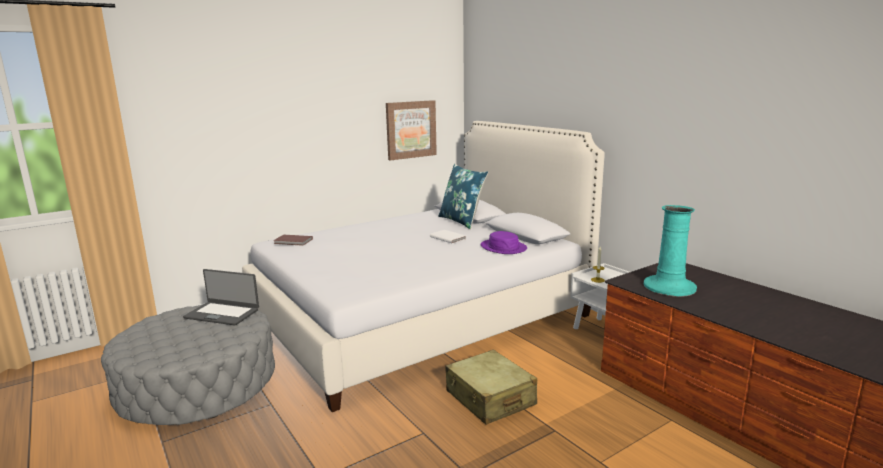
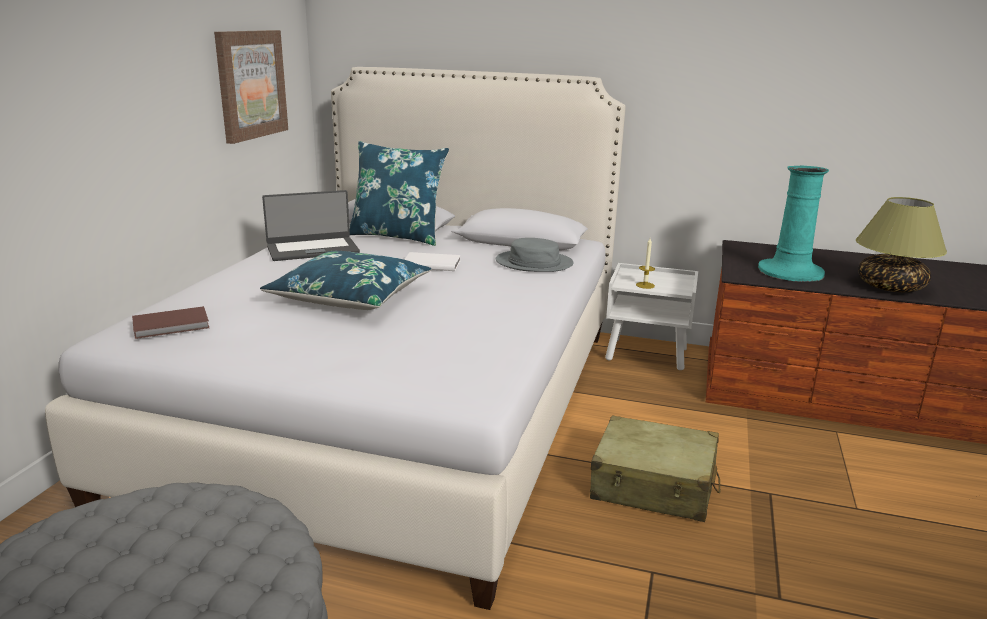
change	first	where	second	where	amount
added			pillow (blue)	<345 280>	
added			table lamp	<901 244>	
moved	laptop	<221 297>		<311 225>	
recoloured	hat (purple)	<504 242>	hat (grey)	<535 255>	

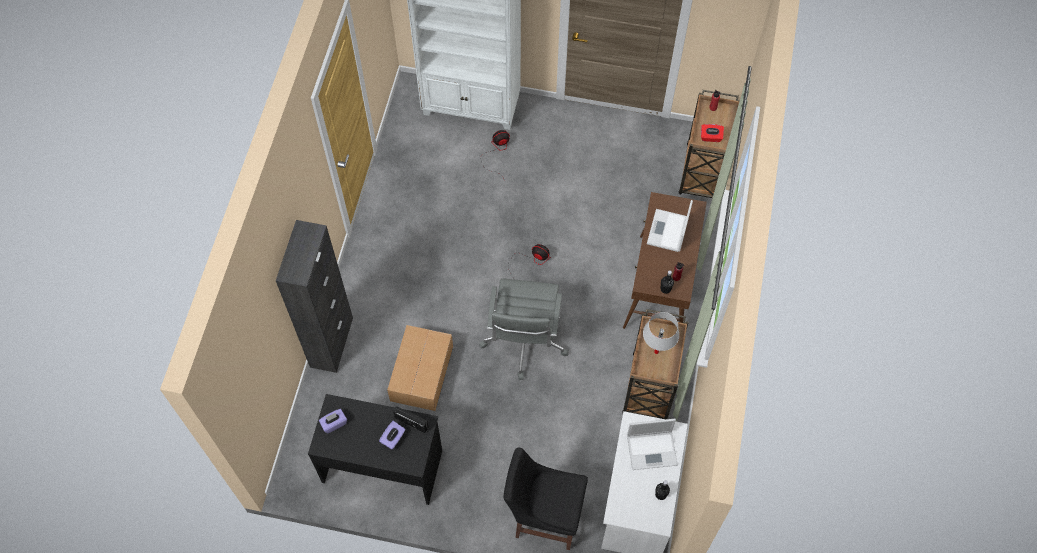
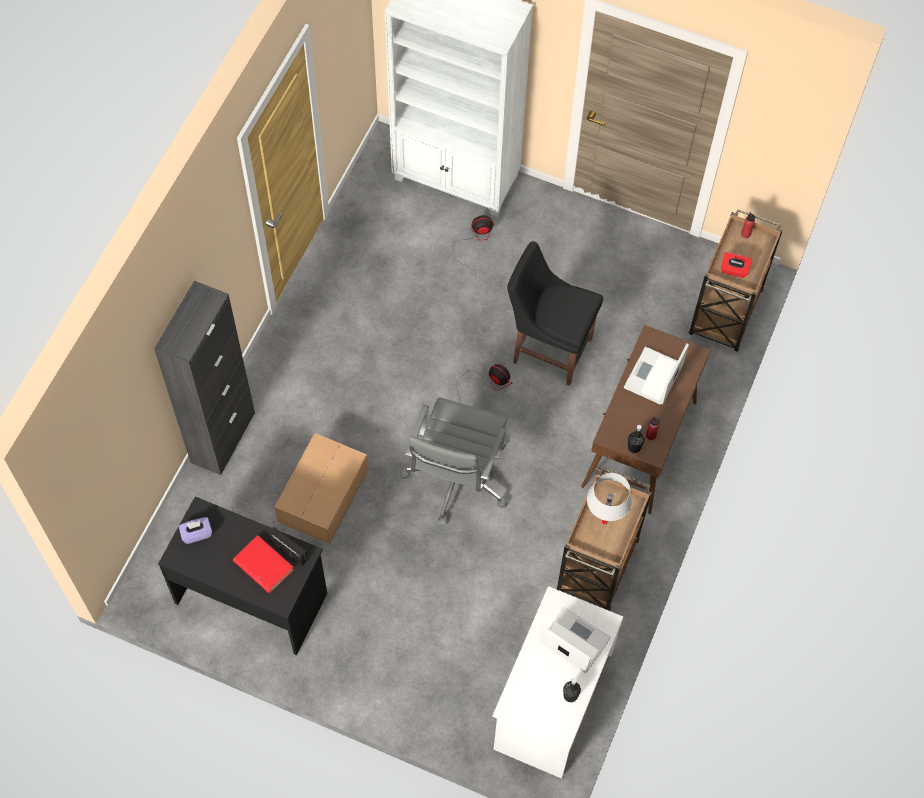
change	first	where	second	where	amount
moved	chair (black)	<546 498>		<555 313>	
replaced	tissue box (purple)	<392 435>	book (red)	<263 564>	
turned	laptop	<652 444>		<575 640>	150 degrees counterclockwise

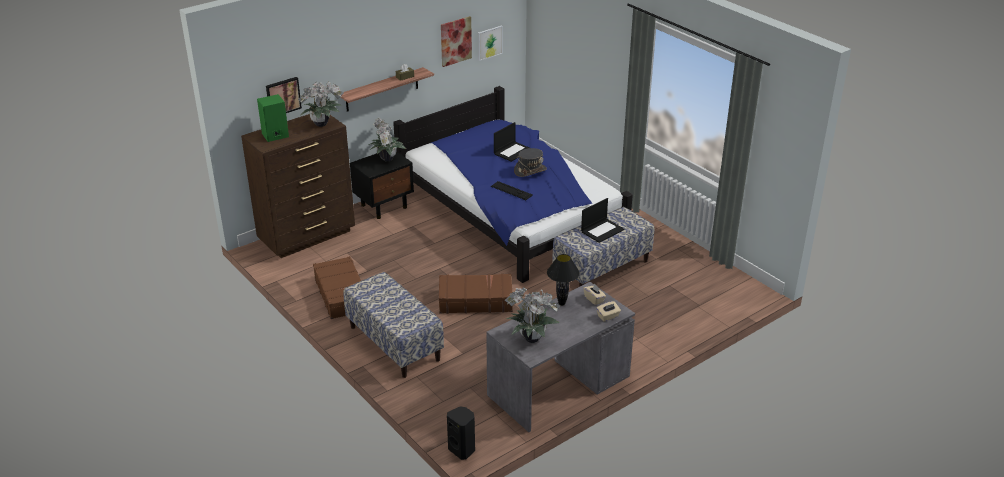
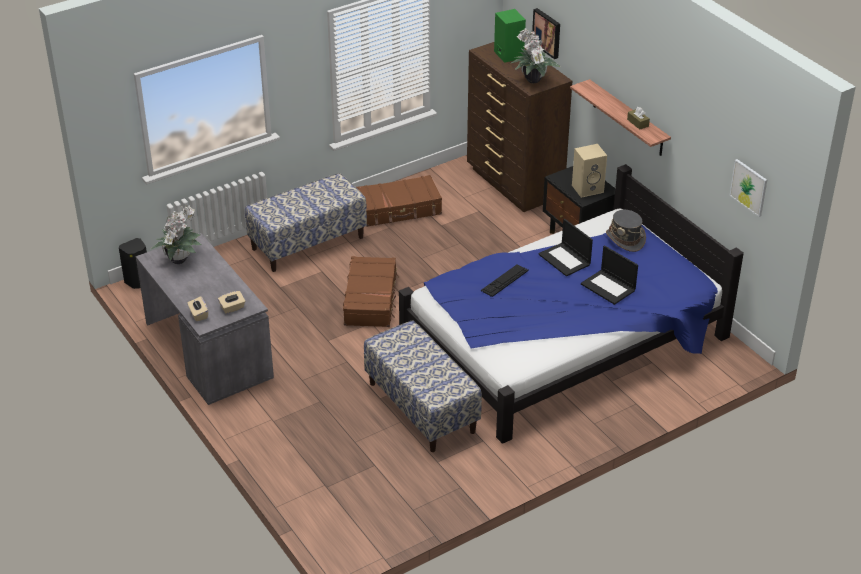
change	first	where	second	where	amount
removed	picture	<456 41>			
removed	table lamp (black)	<563 280>			
moved	hat (grey)	<530 162>		<626 231>	
moved	laptop	<602 220>		<566 247>	
replaced	potted plant	<387 140>	speaker (beige)	<589 171>	

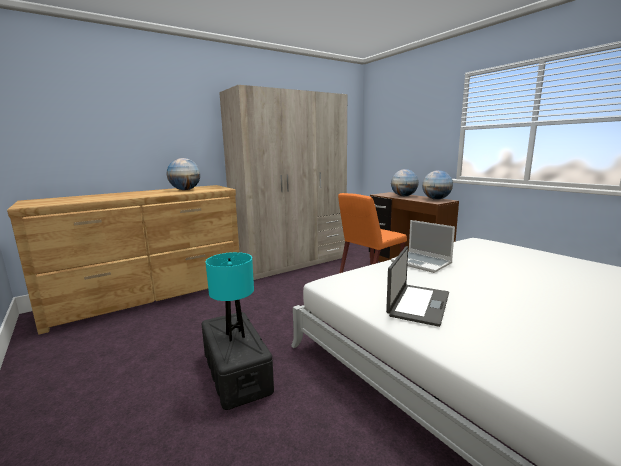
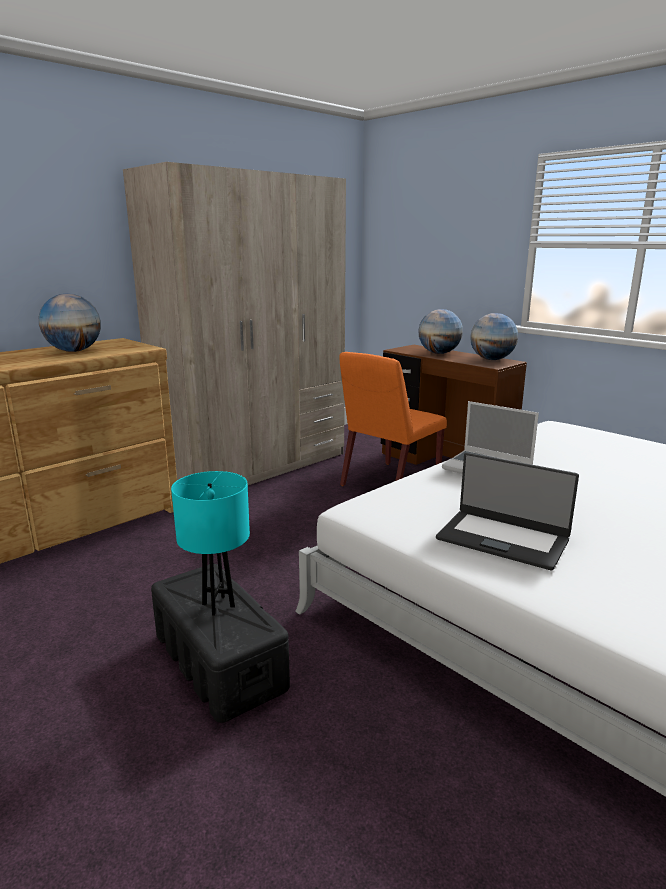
change	first	where	second	where	amount
turned	laptop	<417 286>		<507 511>	105 degrees clockwise

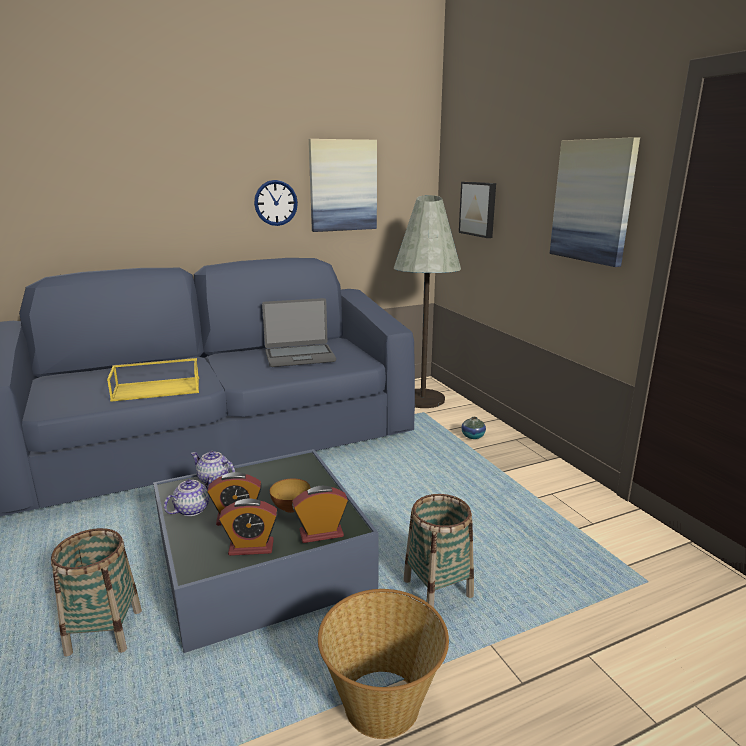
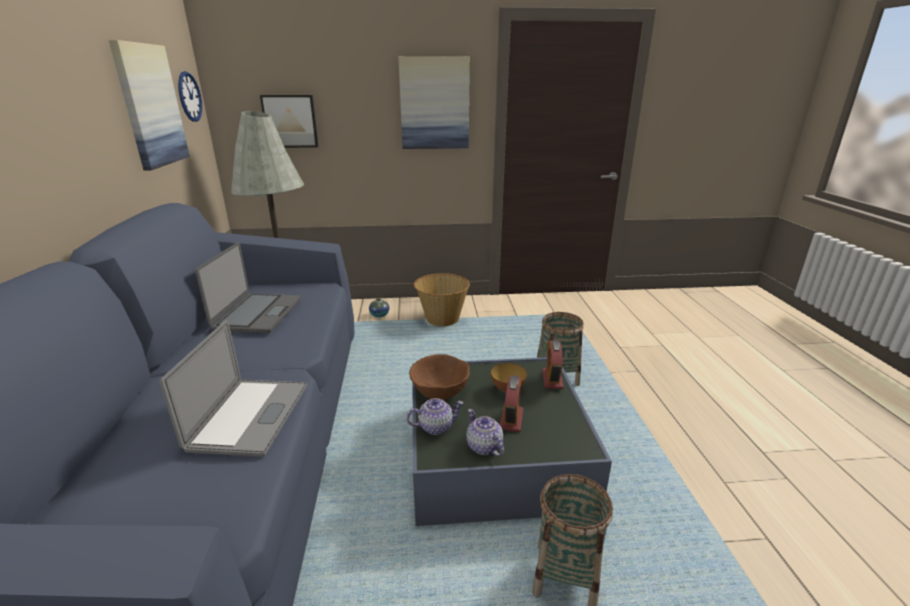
change	first	where	second	where	amount
removed	alarm clock	<248 527>			
added			bowl (brown)	<439 376>	
moved	wall clock	<276 203>		<190 96>	
moved	basket	<383 664>		<442 299>	
replaced	tray (yellow)	<153 380>	laptop	<233 388>	
turned	teapot	<213 467>		<435 416>	150 degrees counterclockwise

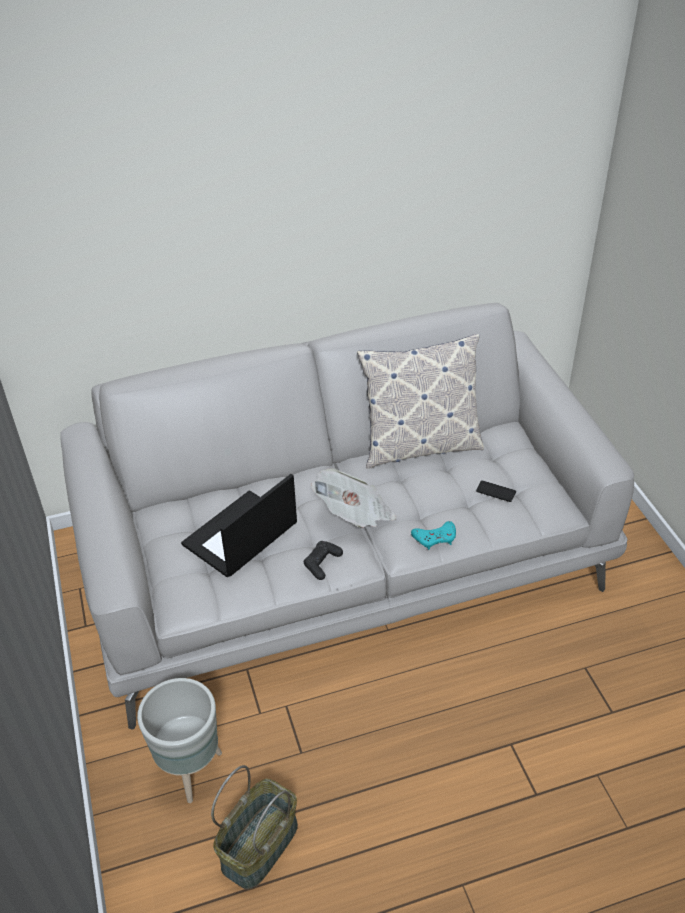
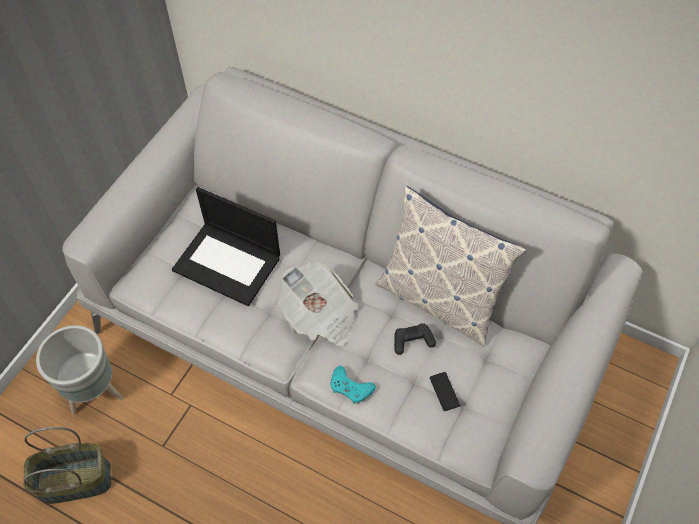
change	first	where	second	where	amount
moved	game controller (black)	<323 560>		<415 339>	
turned	laptop	<239 525>		<226 246>	150 degrees counterclockwise

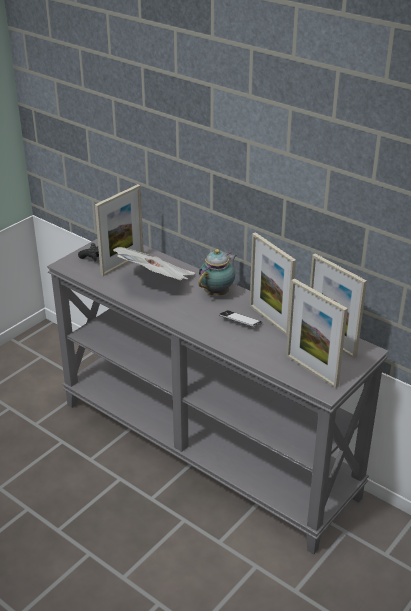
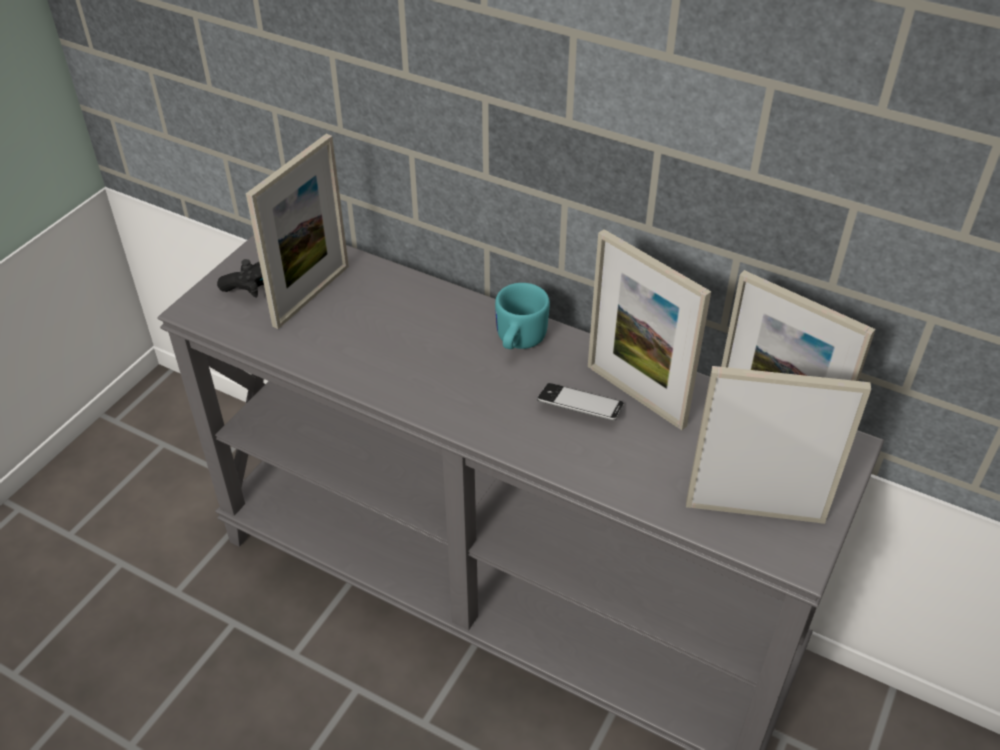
change	first	where	second	where	amount
removed	newspaper	<154 263>			
replaced	teapot	<218 272>	mug (turquoise)	<522 316>	
turned	picture frame	<317 333>		<778 445>	150 degrees clockwise

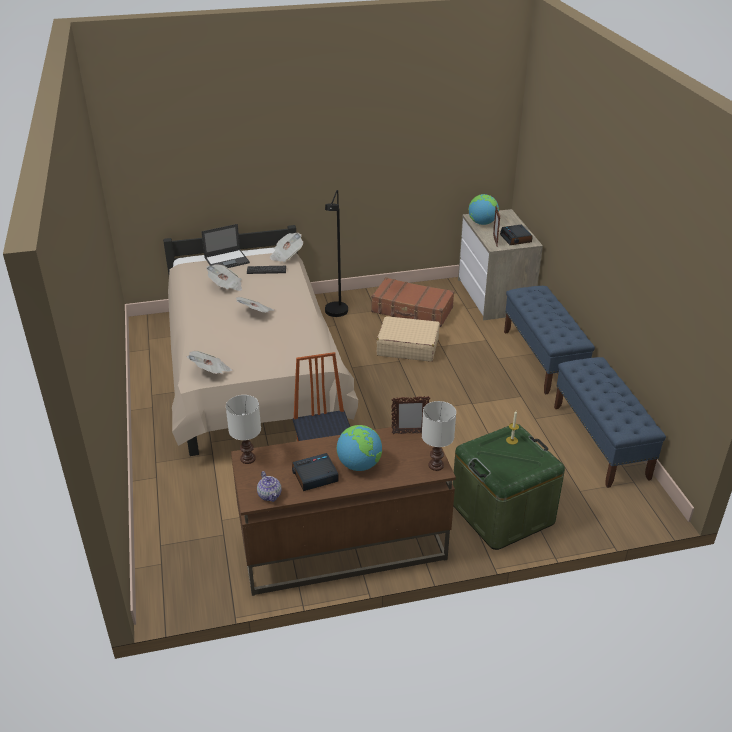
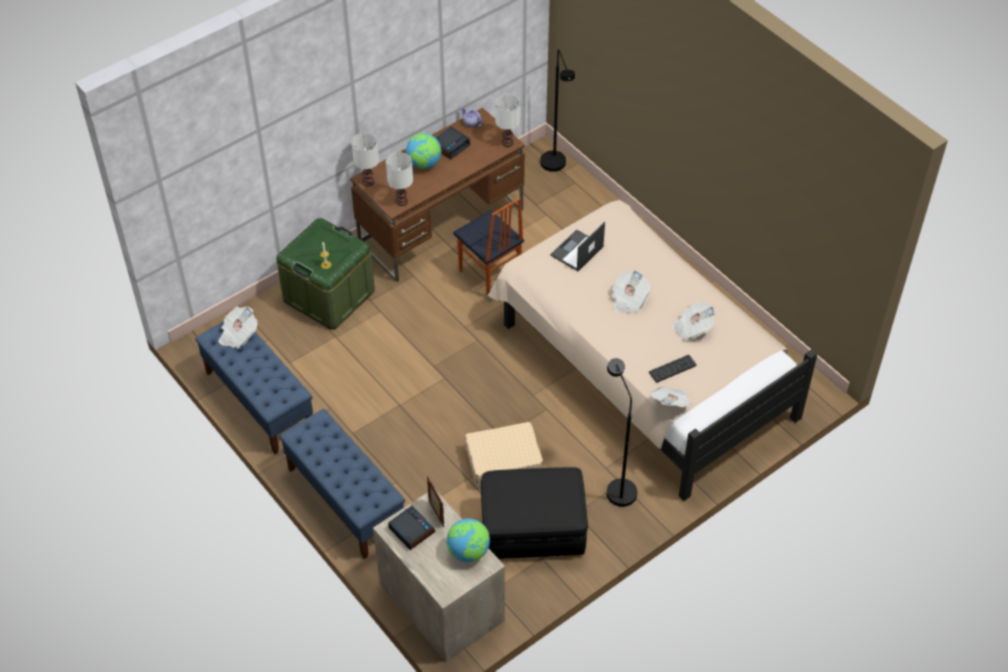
change	first	where	second	where	amount
added			floor lamp (black)	<557 110>	
moved	newspaper	<209 362>		<238 328>	
moved	laptop	<225 246>		<577 246>	
replaced	suitcase (brown)	<412 302>	ottoman (black)	<534 513>	
replaced	picture frame	<410 415>	table lamp (white)	<399 179>	

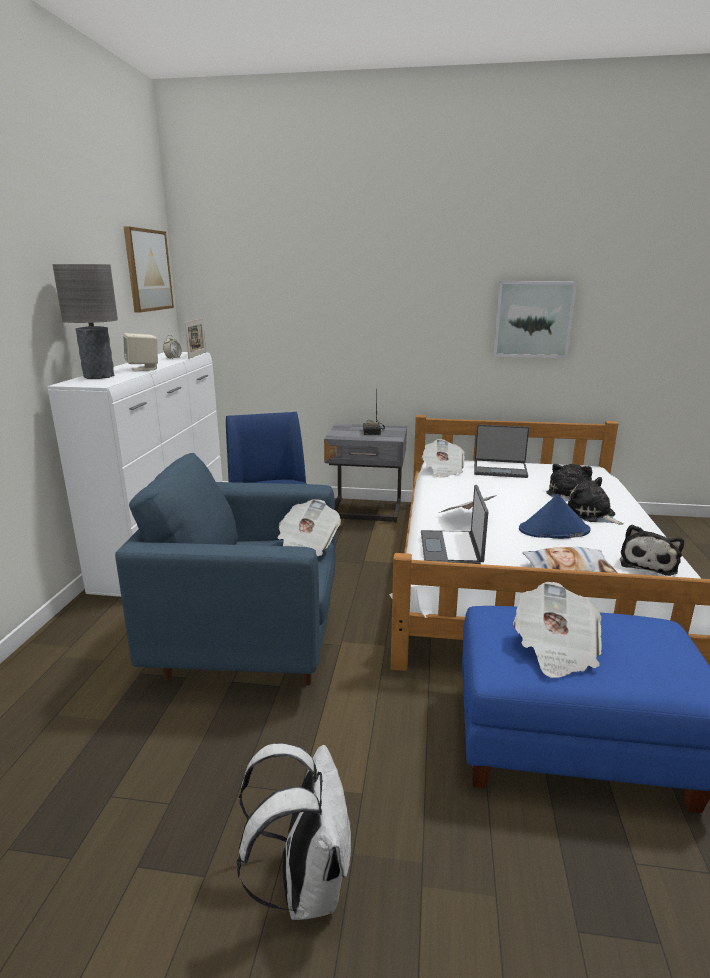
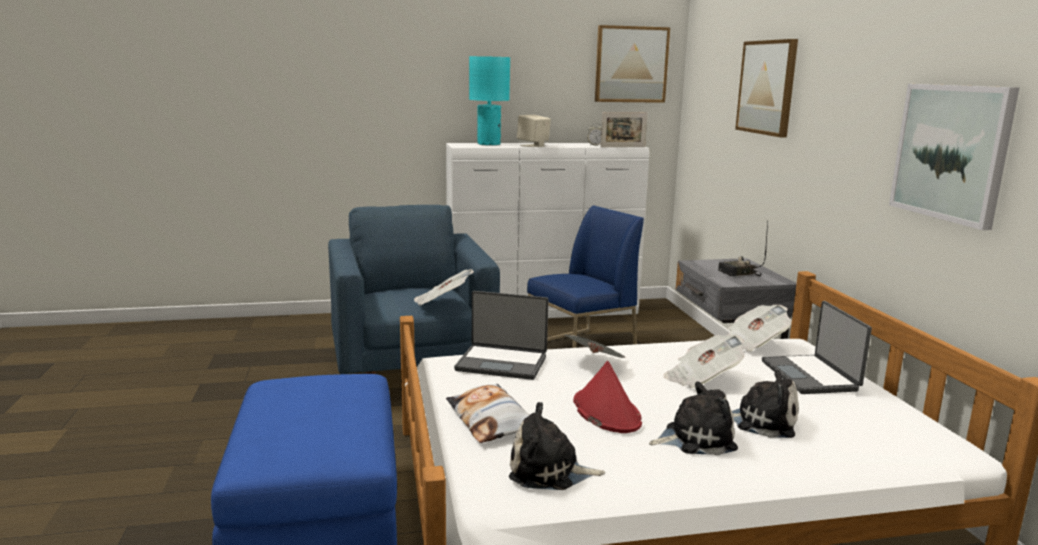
change	first	where	second	where	amount
removed	backpack (white)	<294 831>			
added			picture	<766 88>	
moved	newspaper	<557 630>		<704 361>	
recoloured	table lamp (grey)	<85 321>	table lamp (turquoise)	<489 100>	
recoloured	hat (blue)	<555 516>	hat (red)	<607 397>	
turned	laptop	<454 524>		<501 335>	150 degrees counterclockwise
turned	plush toy	<596 501>		<693 418>	45 degrees clockwise

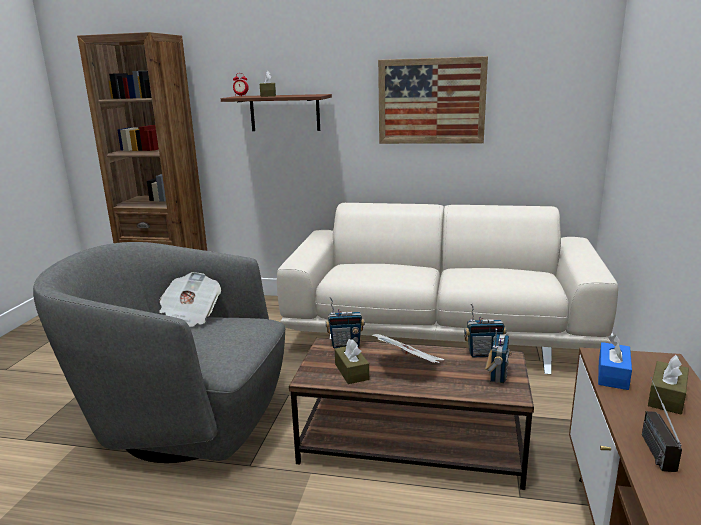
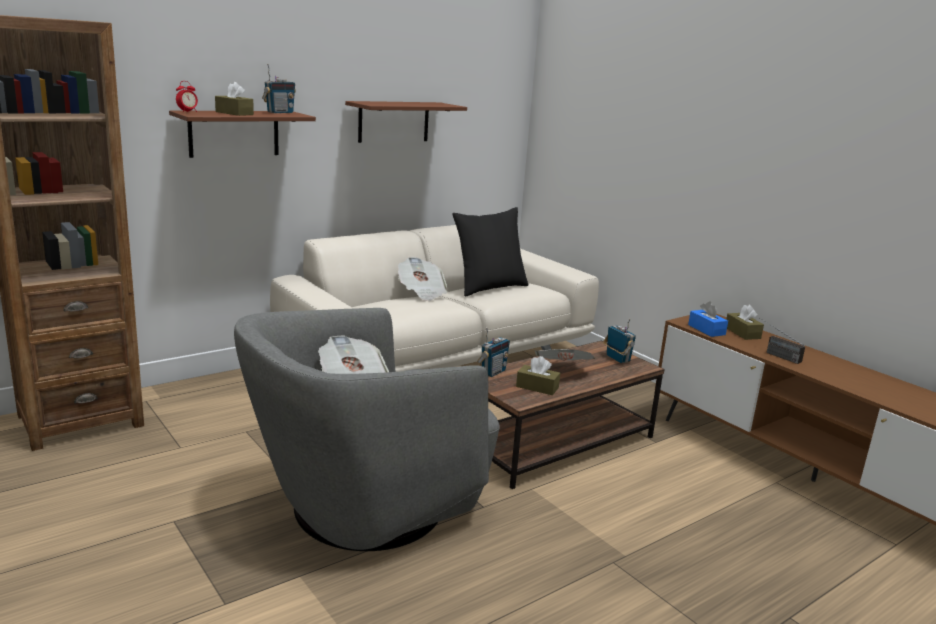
change	first	where	second	where	amount
added			newspaper	<423 279>	
added			pillow (black)	<490 251>	
moved	radio	<485 330>		<279 88>	
replaced	picture	<433 100>	shelf (brown)	<406 122>	

